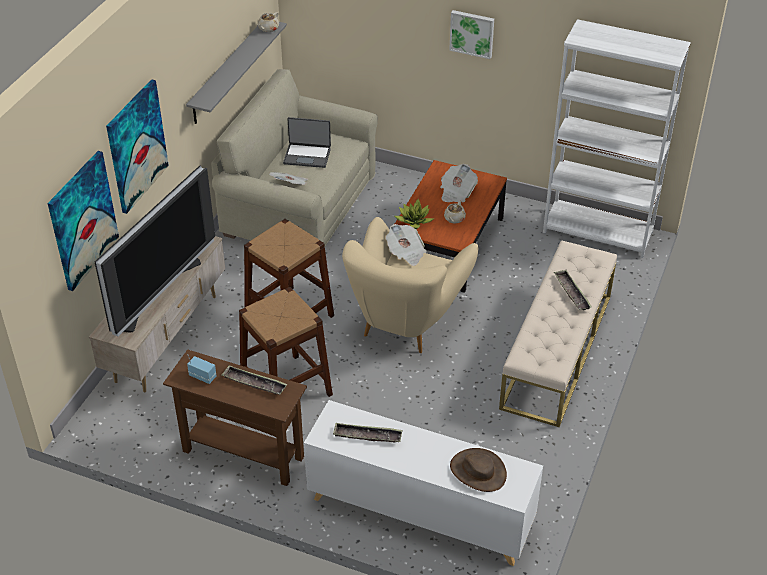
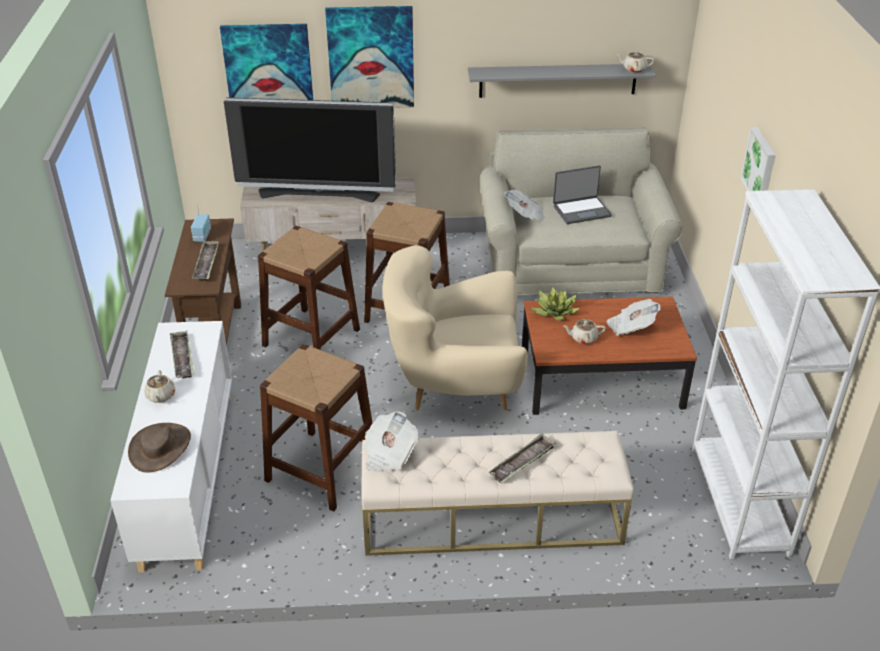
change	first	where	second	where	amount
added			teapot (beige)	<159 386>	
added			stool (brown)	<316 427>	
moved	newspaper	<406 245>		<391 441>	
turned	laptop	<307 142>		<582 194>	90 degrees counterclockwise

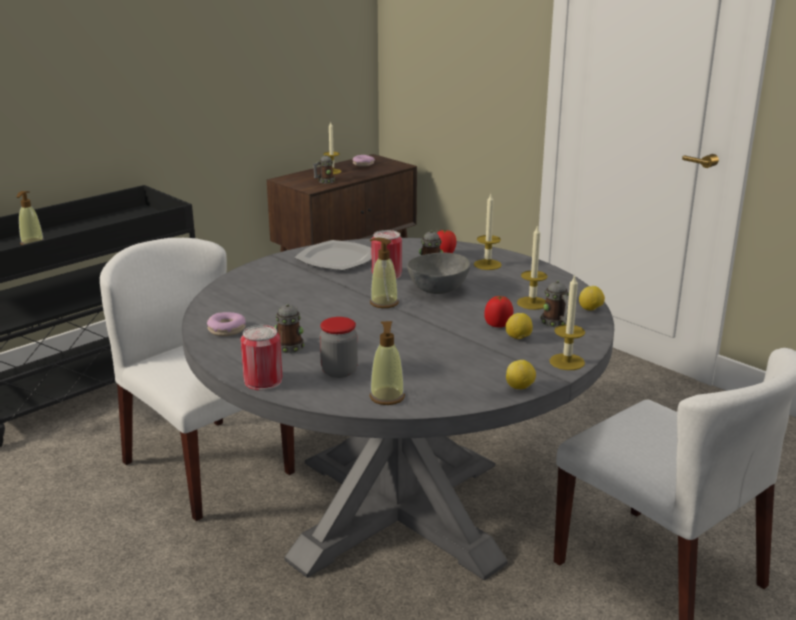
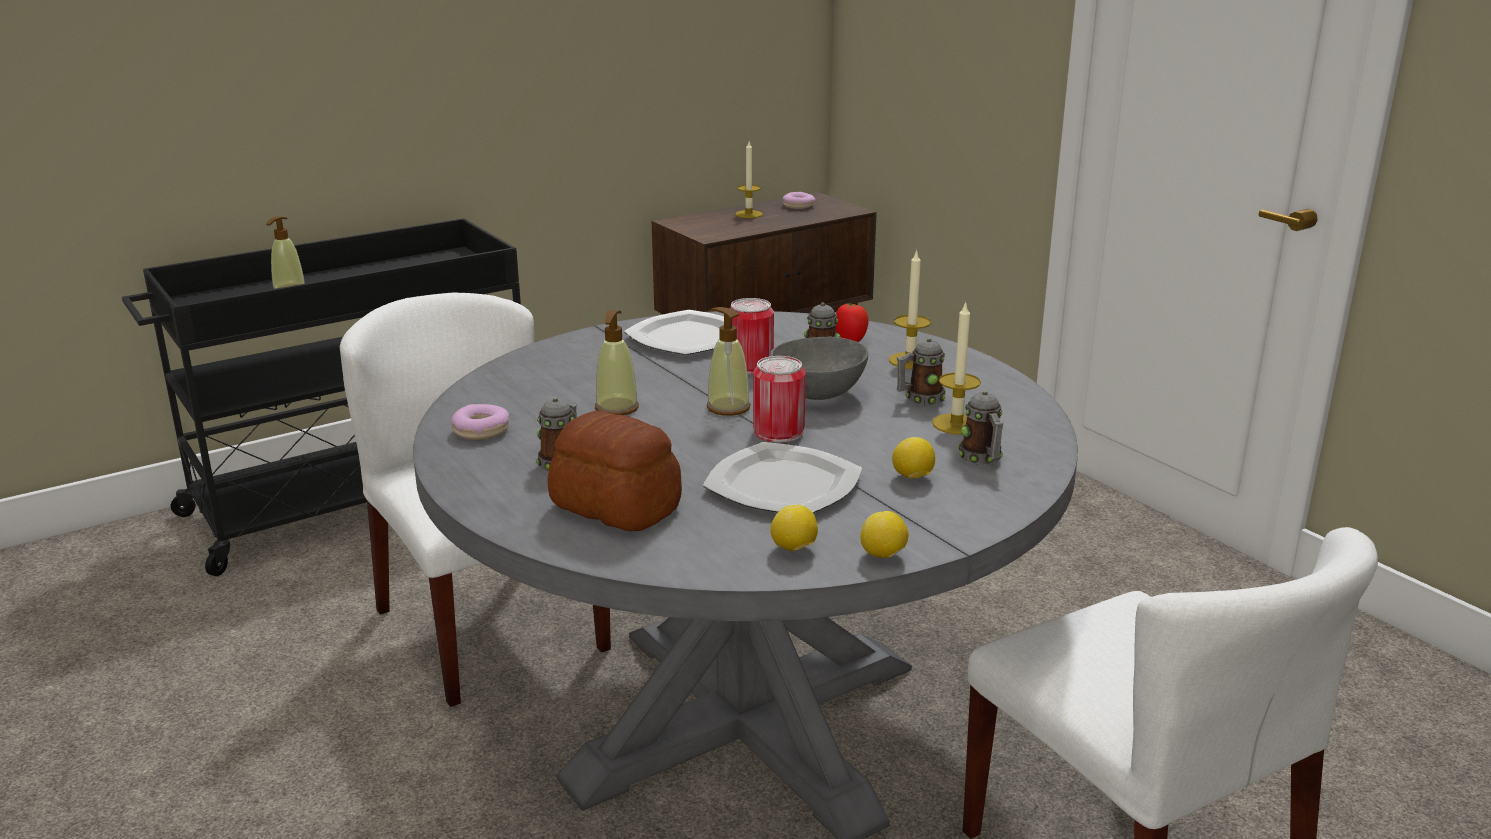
change	first	where	second	where	amount
removed	tomato	<498 312>			
removed	candle	<567 322>			
added			plate	<782 477>	
moved	can	<261 357>		<779 399>	
moved	mug	<324 169>		<921 371>	
moved	soap dispenser	<387 363>		<617 362>	
moved	lemon	<592 298>		<794 528>	
replaced	jar	<339 347>	bread	<615 471>	

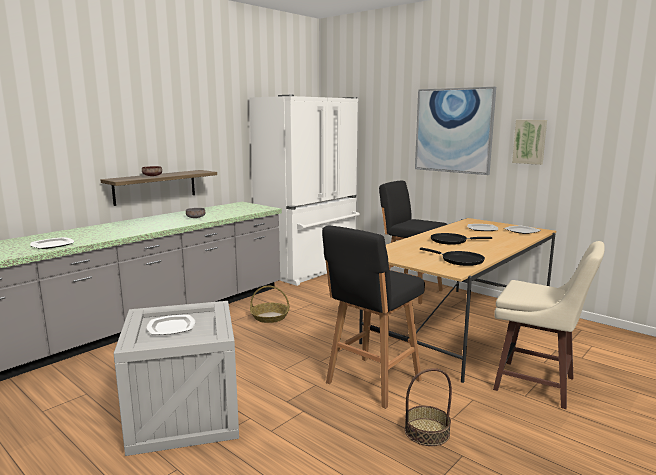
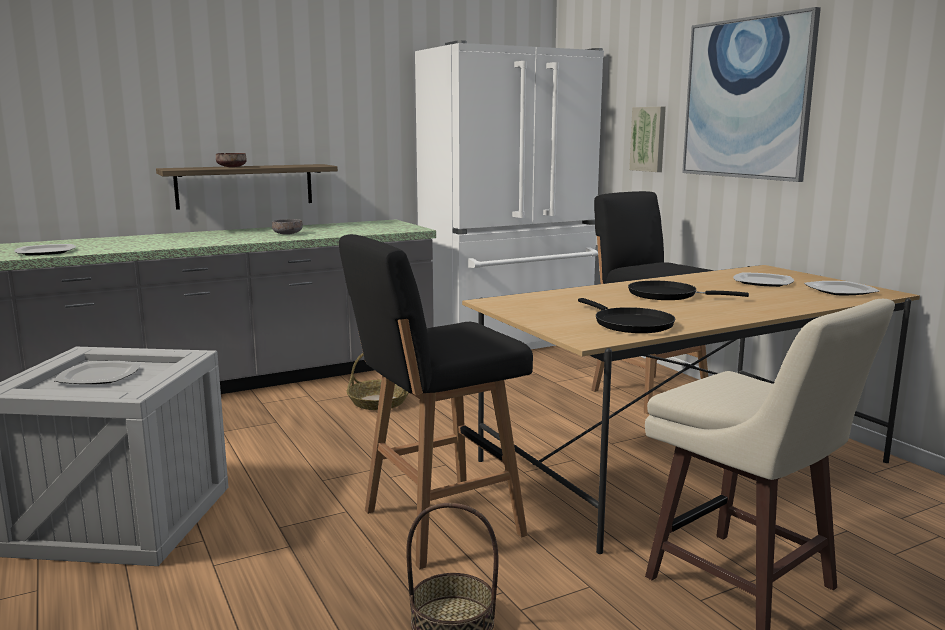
change	first	where	second	where	amount
moved	picture	<529 142>		<647 139>	

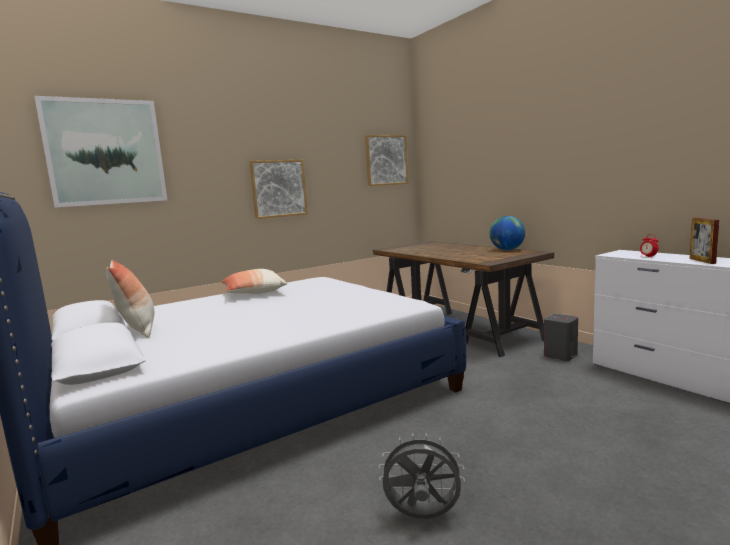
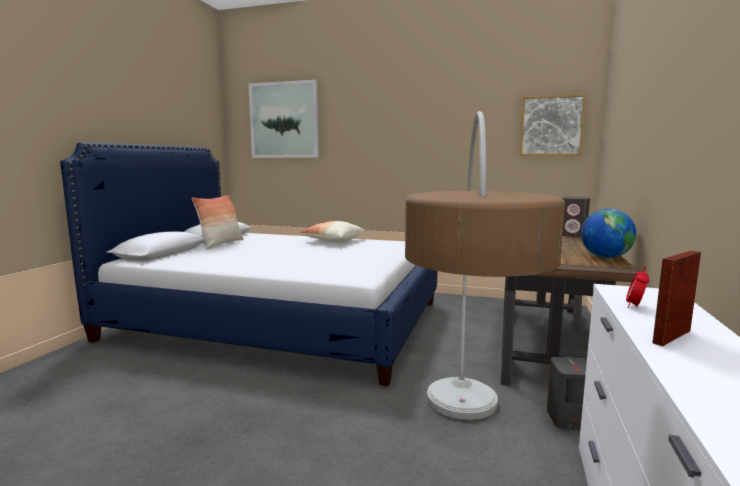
change	first	where	second	where	amount
removed	picture	<278 189>			
removed	fan (grey)	<422 476>			
added			floor lamp	<485 265>	
added			speaker (grey)	<576 217>	

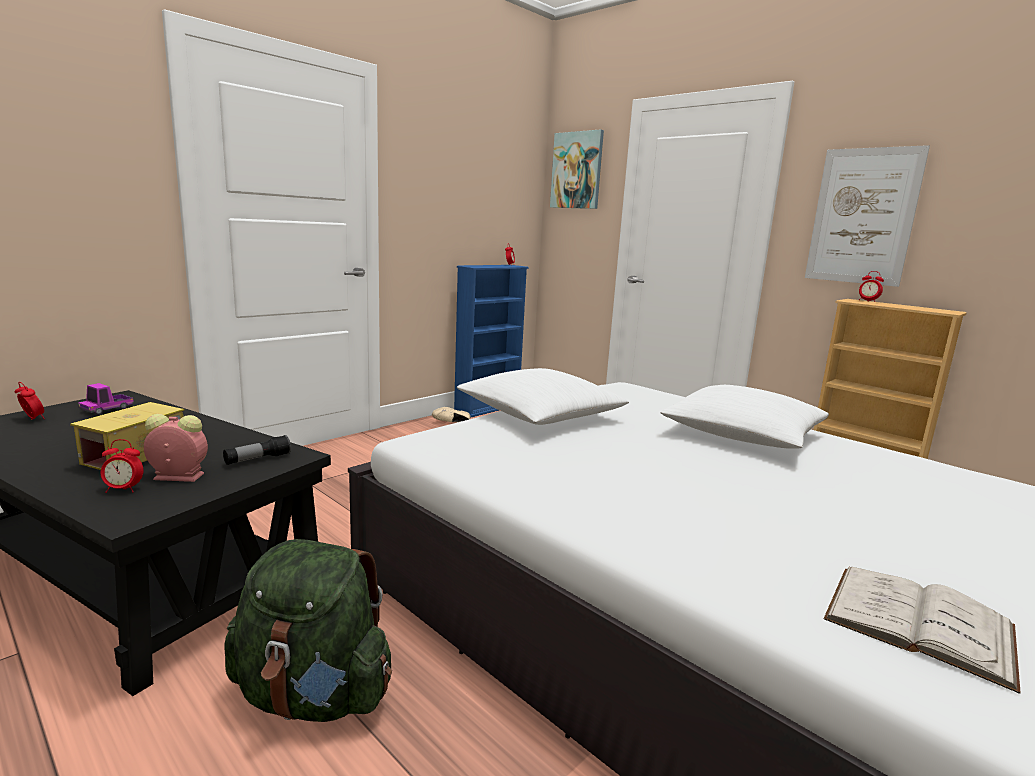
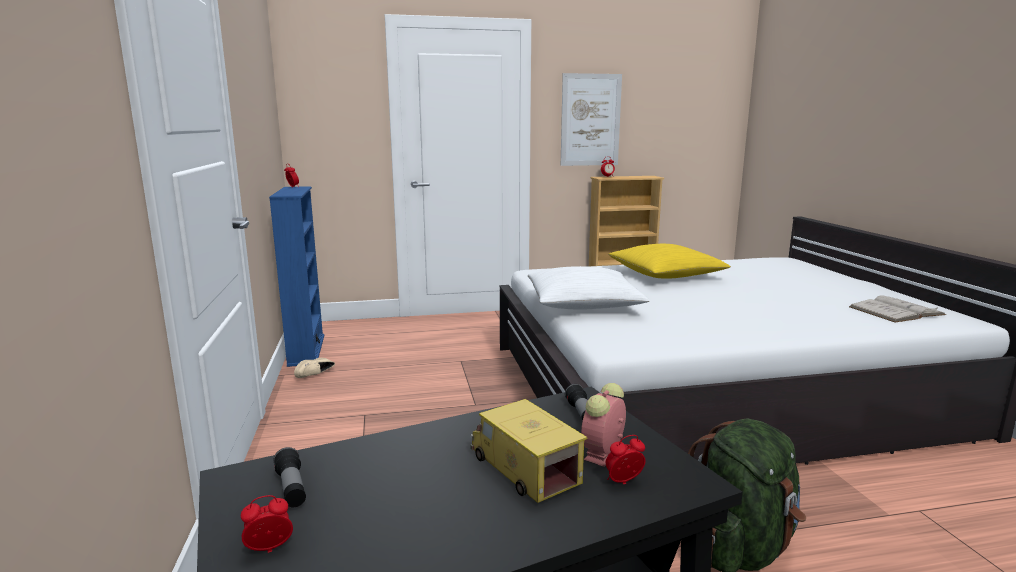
change	first	where	second	where	amount
removed	picture	<577 169>			
replaced	toy truck	<106 398>	flashlight	<289 477>	
recoloured	pillow (white)	<745 417>	pillow (yellow)	<669 261>	
turned	alarm clock	<122 466>		<625 459>	135 degrees counterclockwise

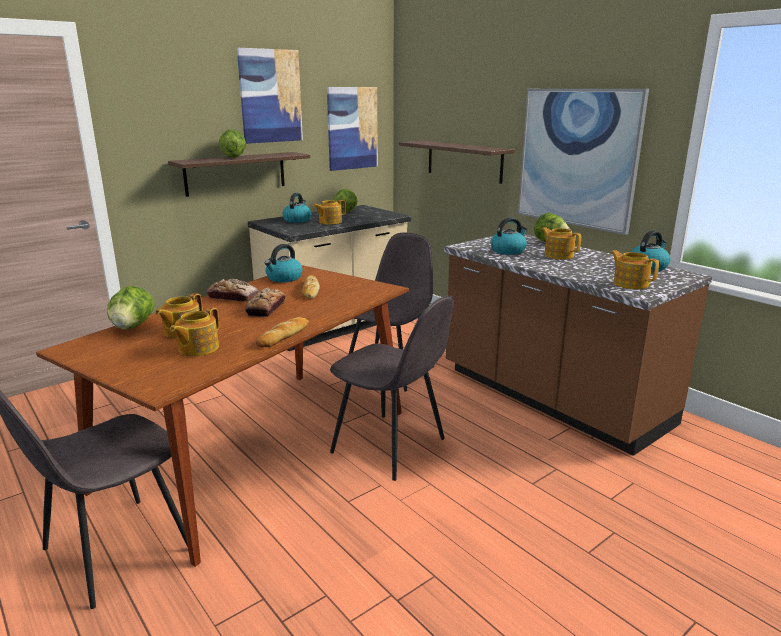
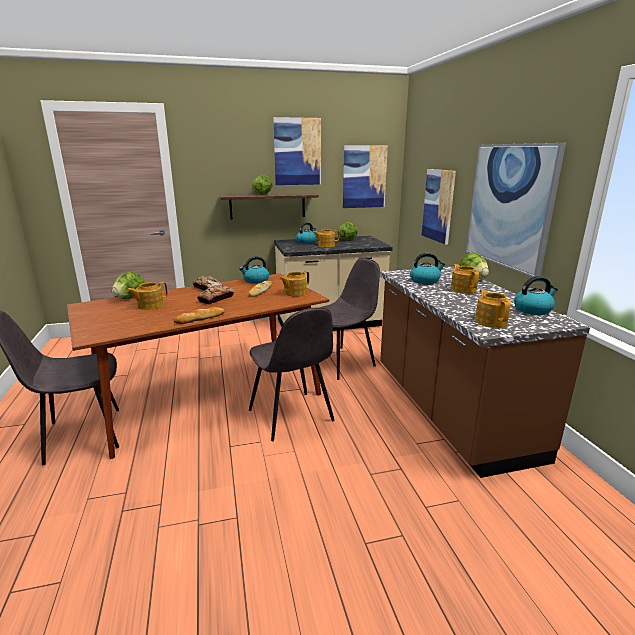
change	first	where	second	where	amount
moved	teapot	<194 331>		<294 283>	
replaced	shelf	<457 162>	picture	<439 207>	

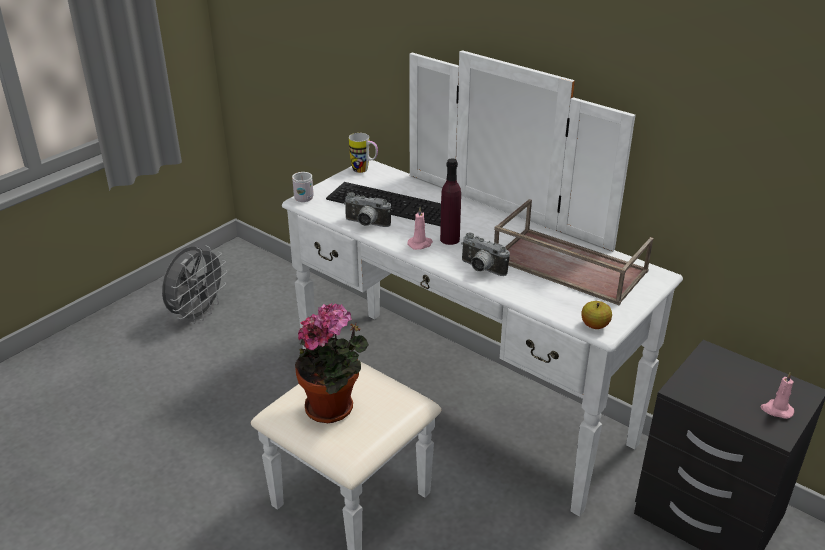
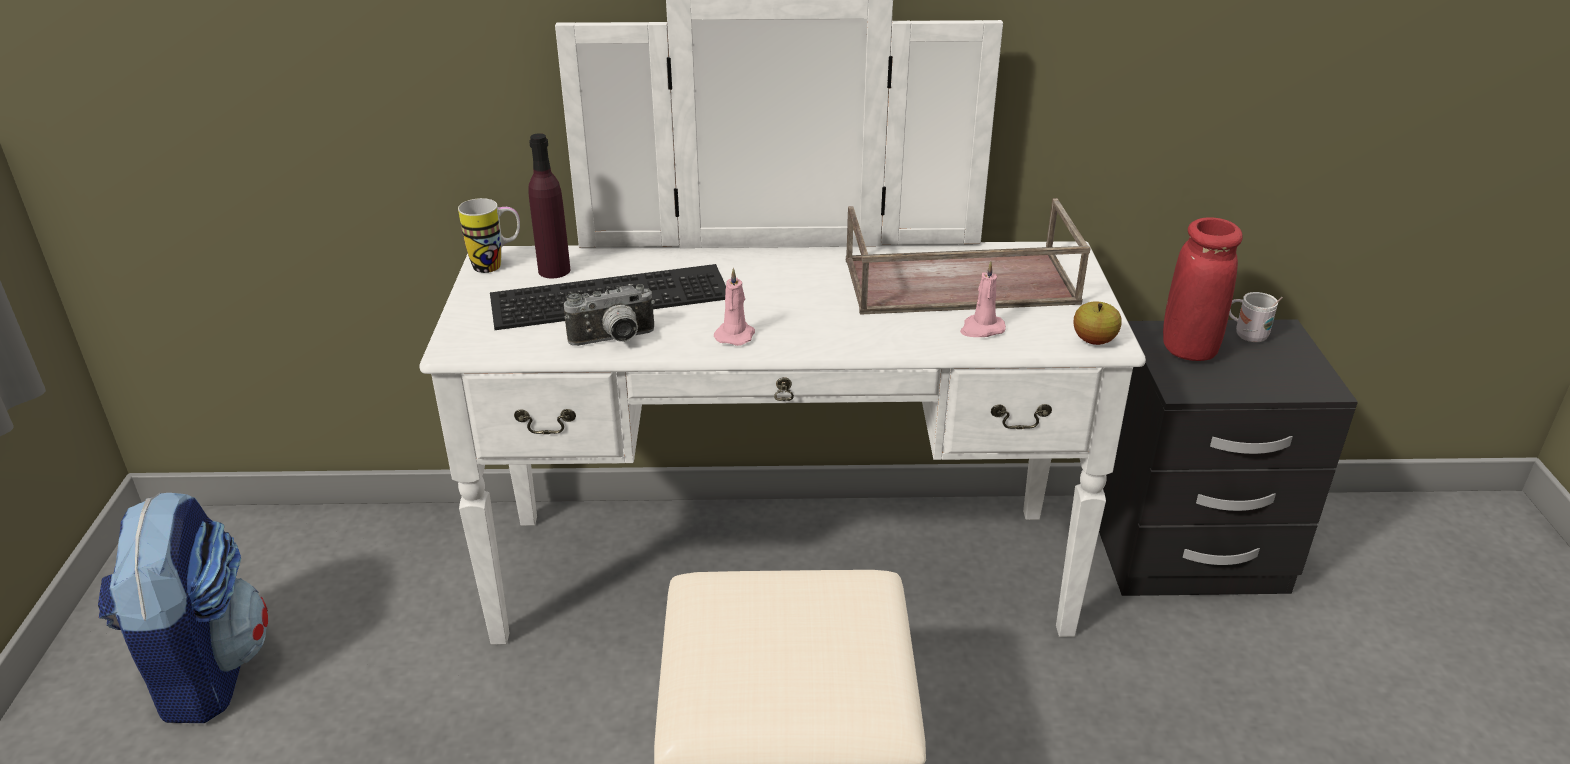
change	first	where	second	where	amount
removed	potted plant	<332 362>			
removed	photo camera	<485 254>			
added			vase (red)	<1203 289>	
moved	mug (white)	<303 187>		<1256 317>	
moved	bottle (purple)	<450 202>		<549 206>	
moved	candle (pink)	<777 395>		<983 299>	
replaced	fan (grey)	<194 284>	backpack	<183 608>	

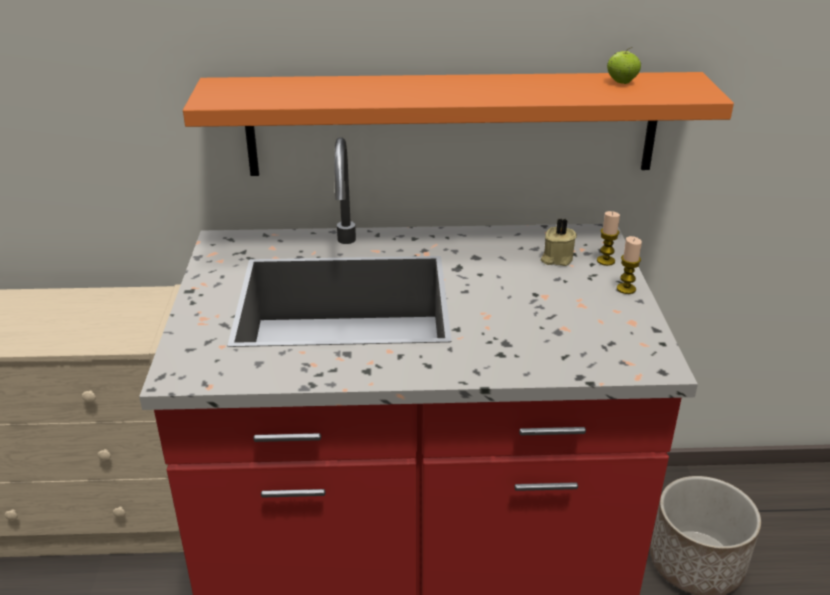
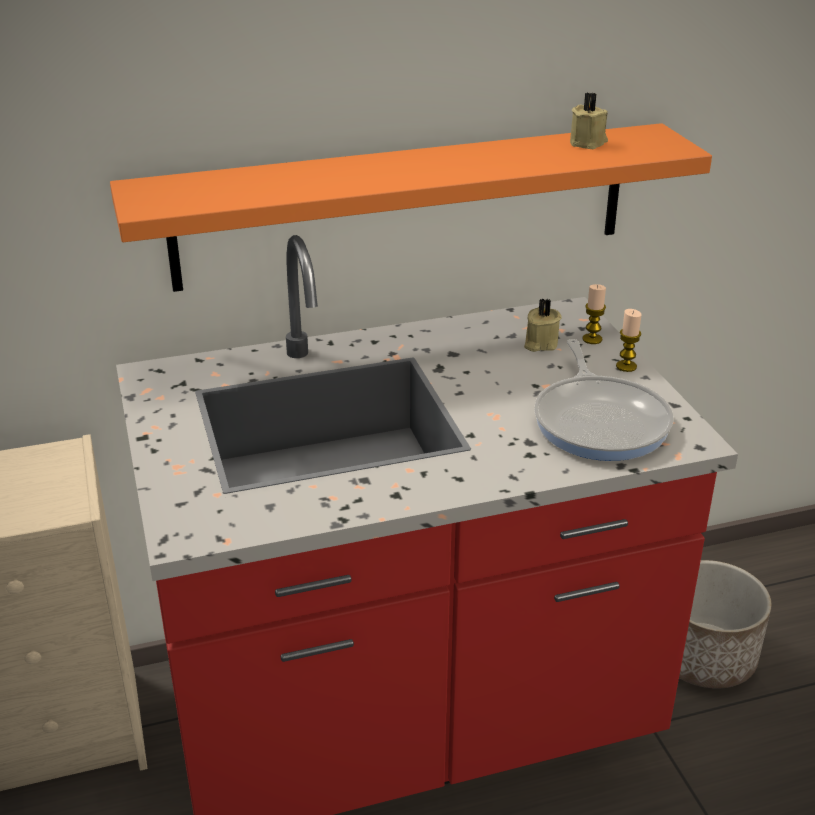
change	first	where	second	where	amount
added			frying pan	<603 400>	
replaced	apple	<624 65>	candle (beige)	<589 121>	

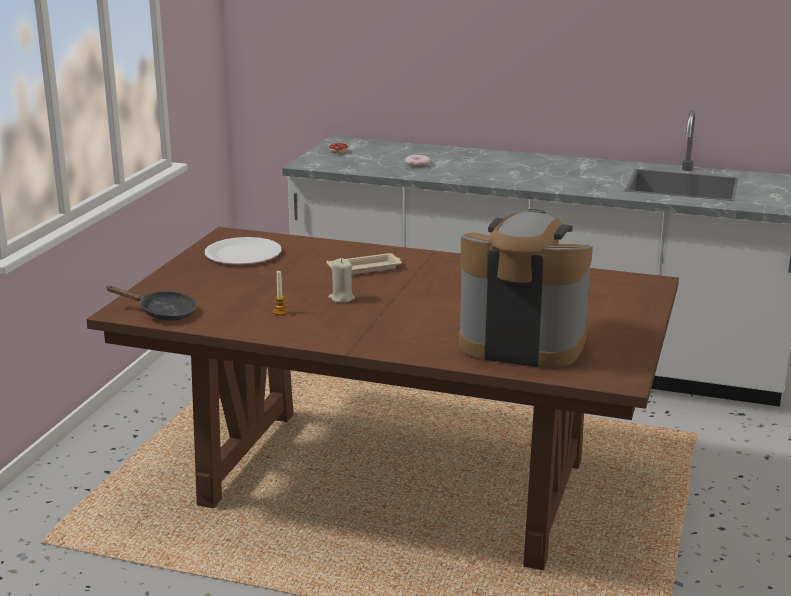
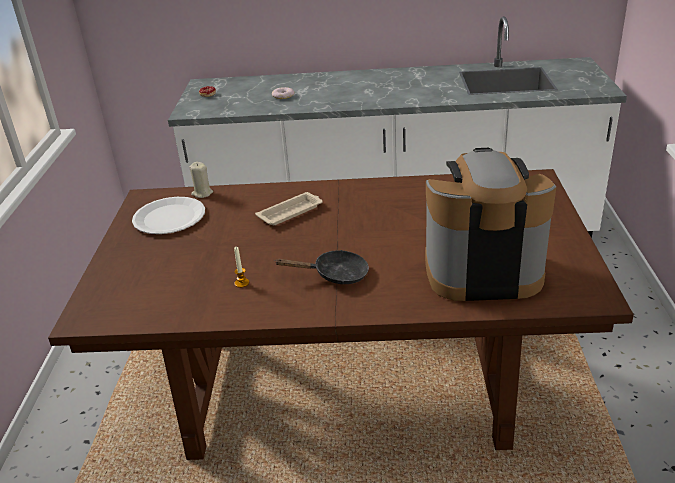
change	first	where	second	where	amount
moved	frying pan (black)	<151 303>		<321 267>	
moved	candle (beige)	<341 280>		<201 180>	

